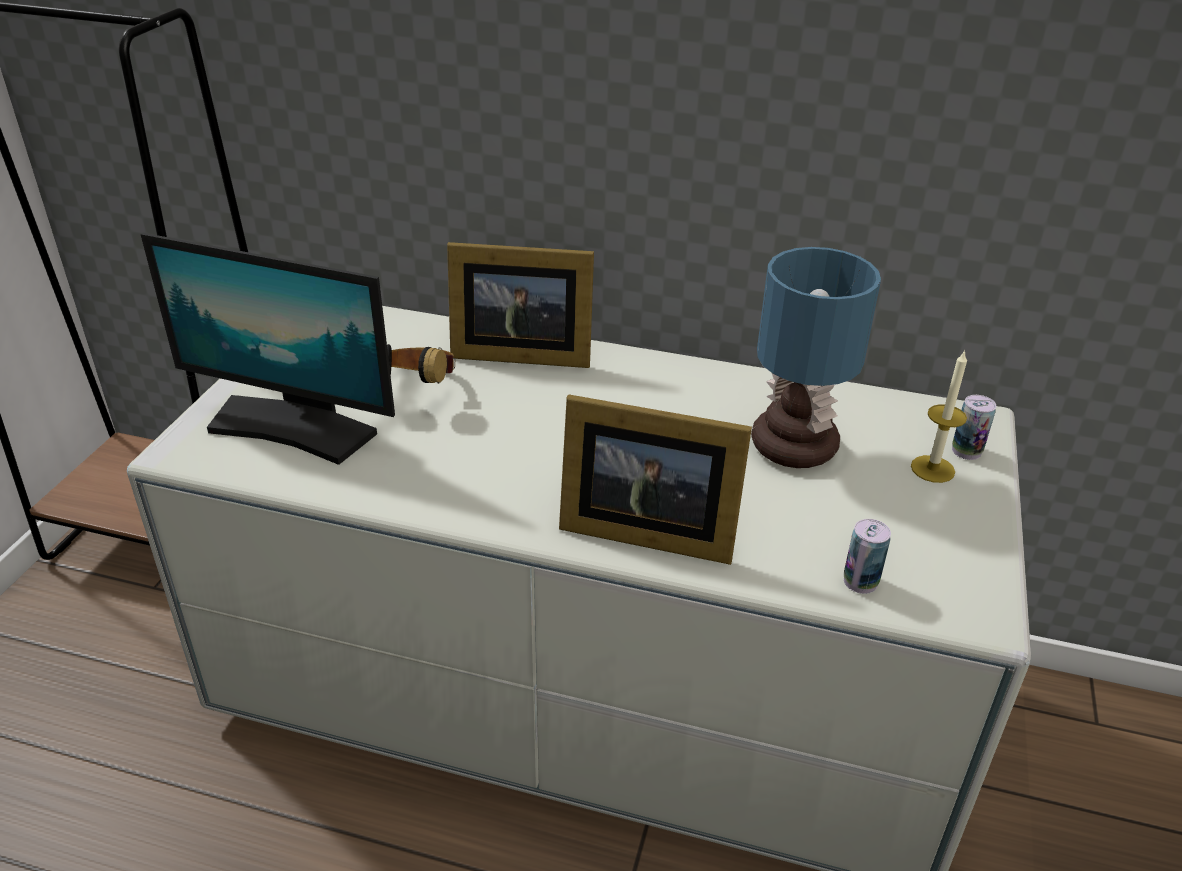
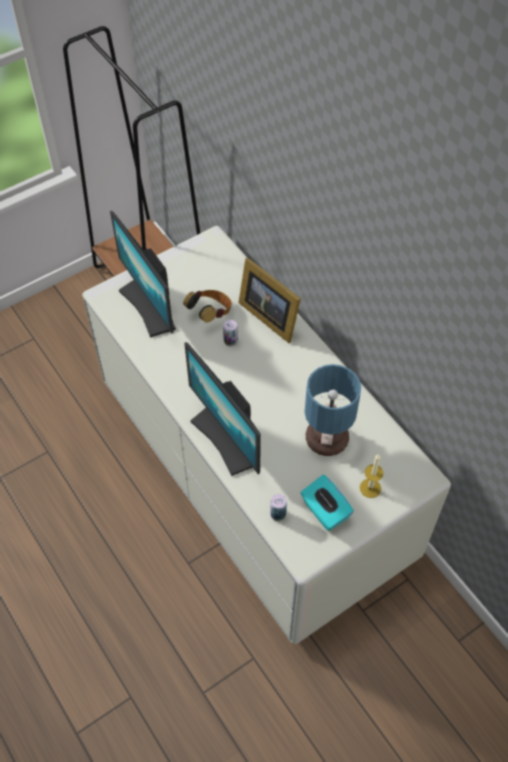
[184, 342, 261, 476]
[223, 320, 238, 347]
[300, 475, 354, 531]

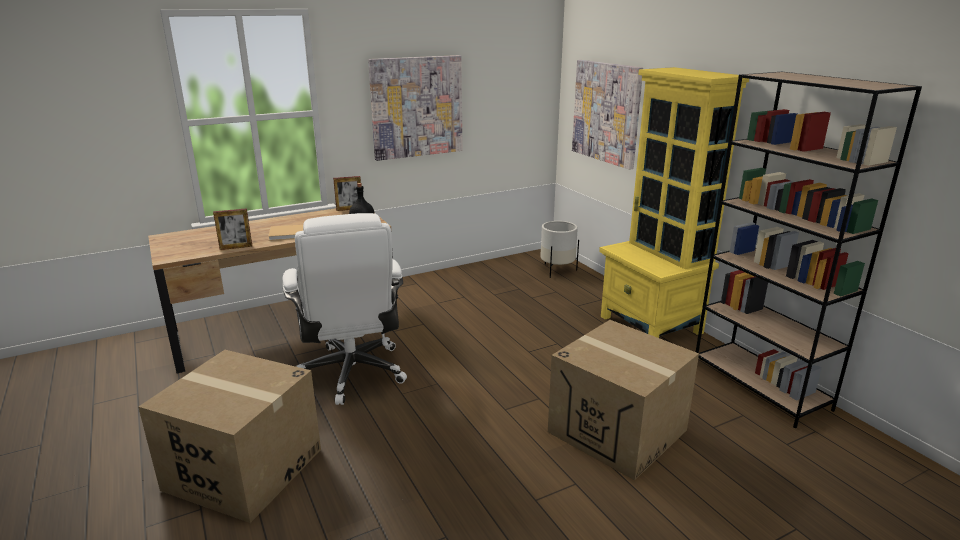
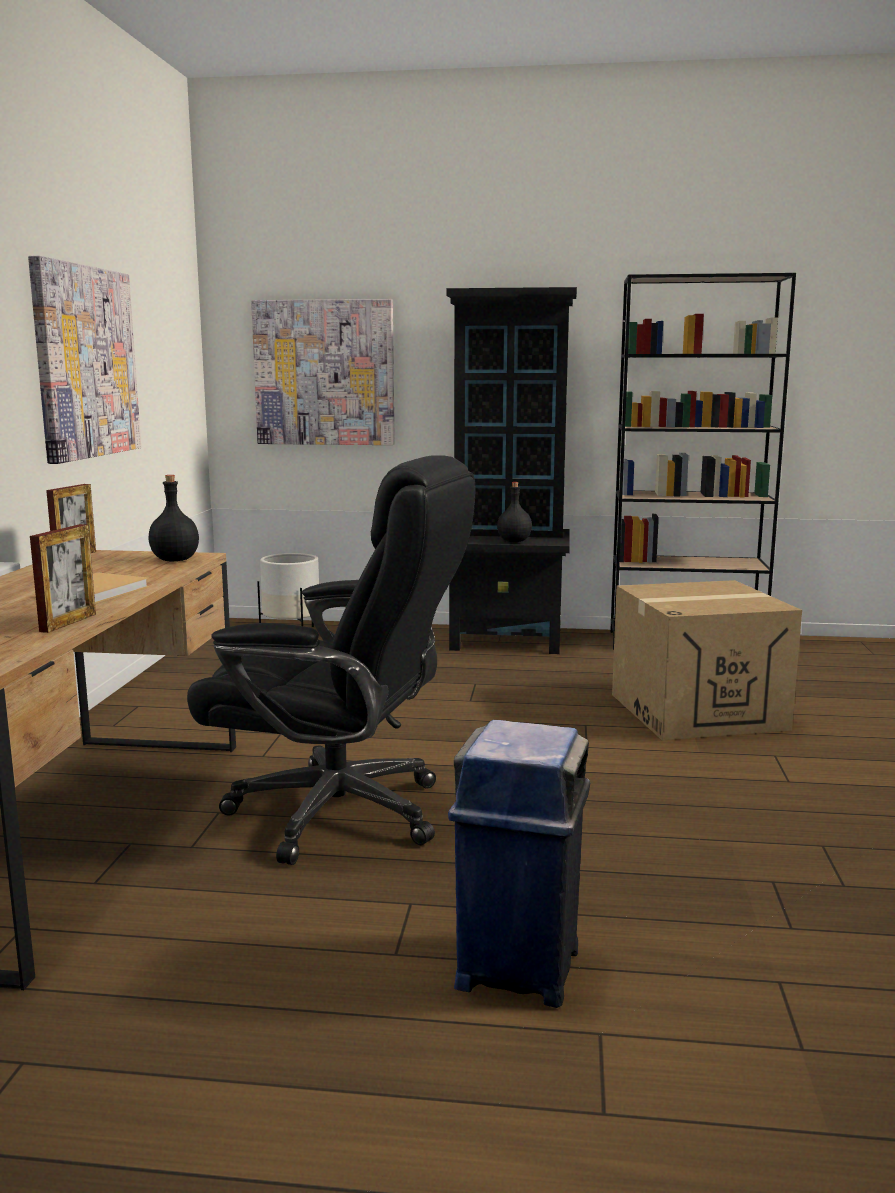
[447, 287, 577, 654]
[187, 455, 475, 865]
[448, 720, 590, 1008]
[497, 482, 532, 542]

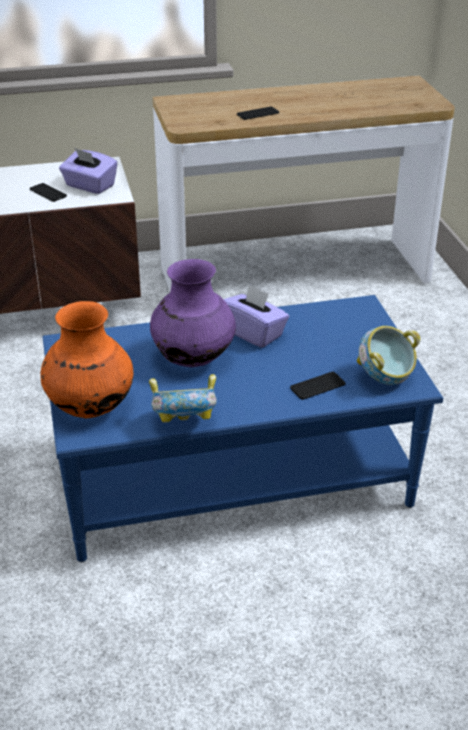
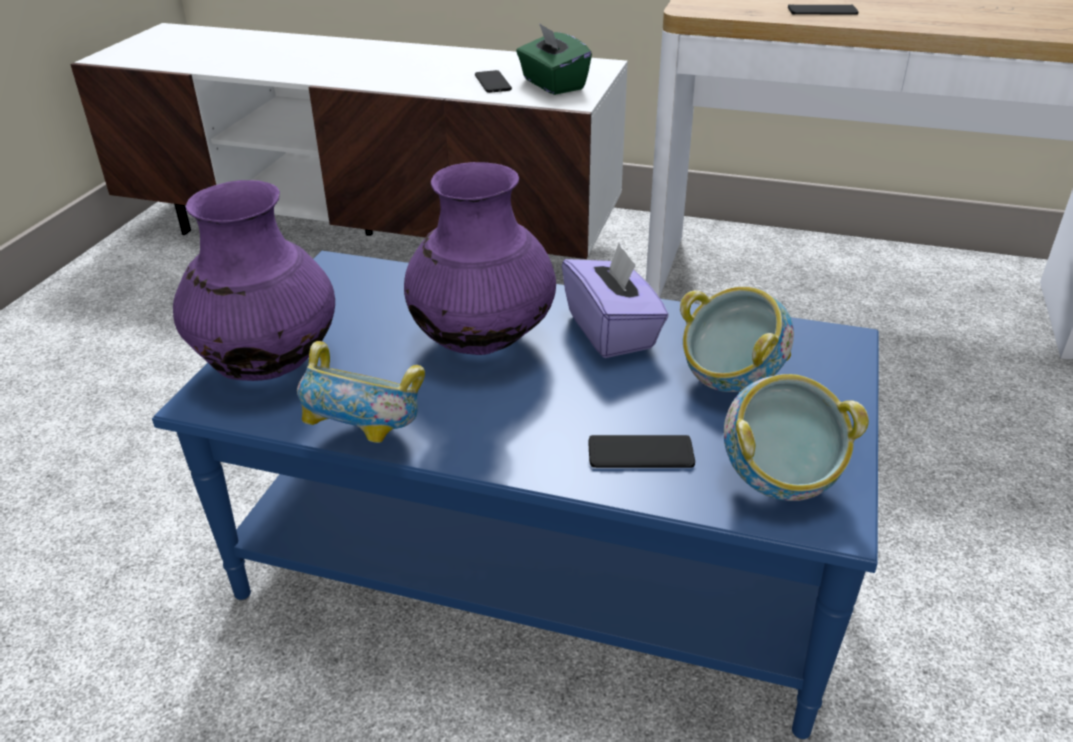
[516, 23, 592, 95]
[173, 180, 335, 381]
[680, 287, 794, 392]

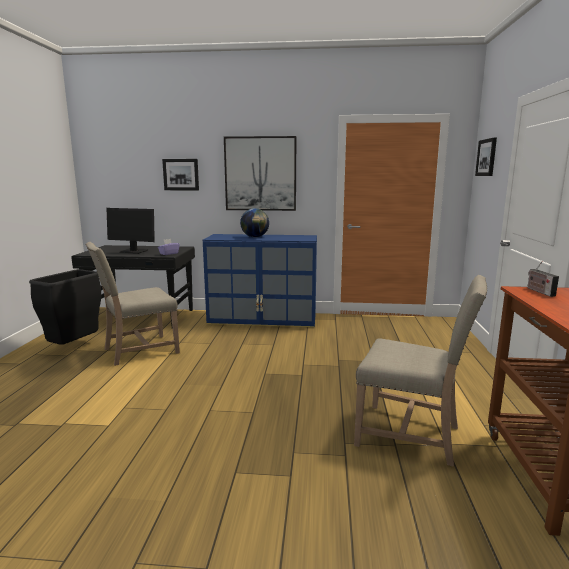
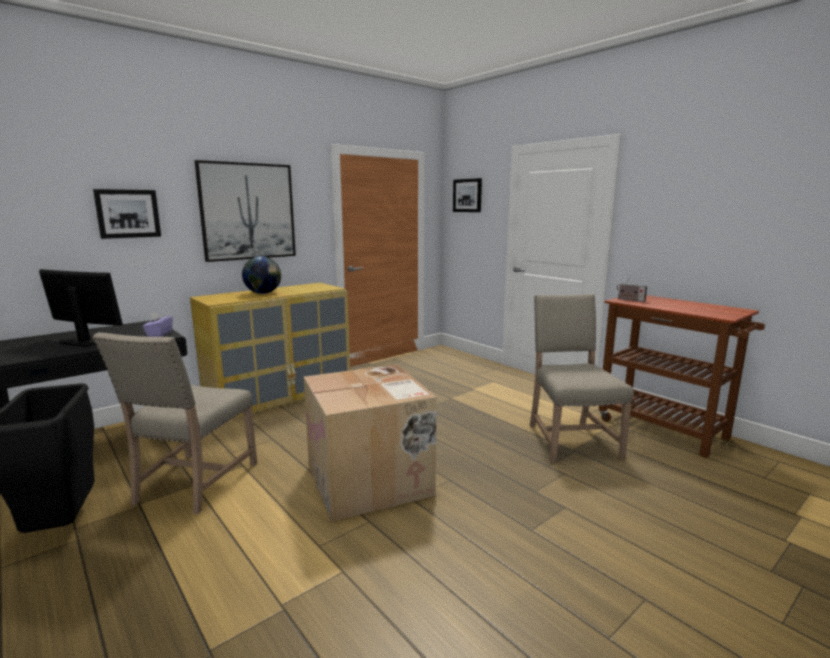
[39, 269, 123, 347]
[190, 283, 350, 419]
[530, 294, 634, 463]
[304, 364, 437, 522]

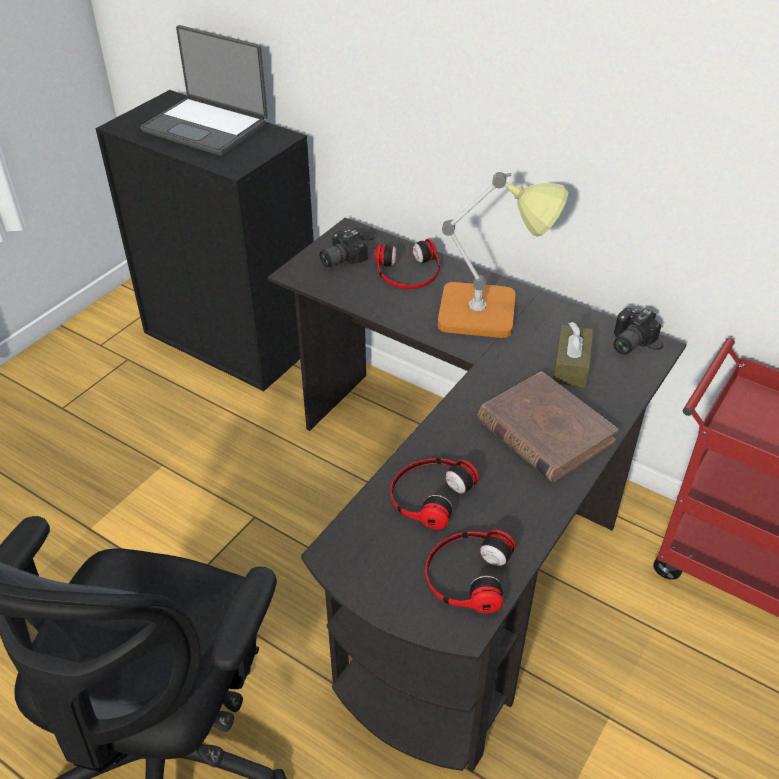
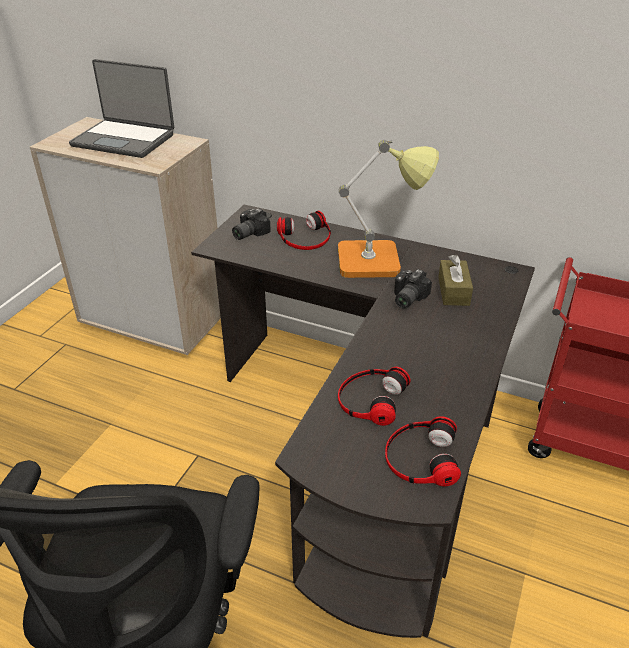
[30, 117, 221, 355]
[394, 269, 432, 309]
[478, 371, 619, 482] (first image)

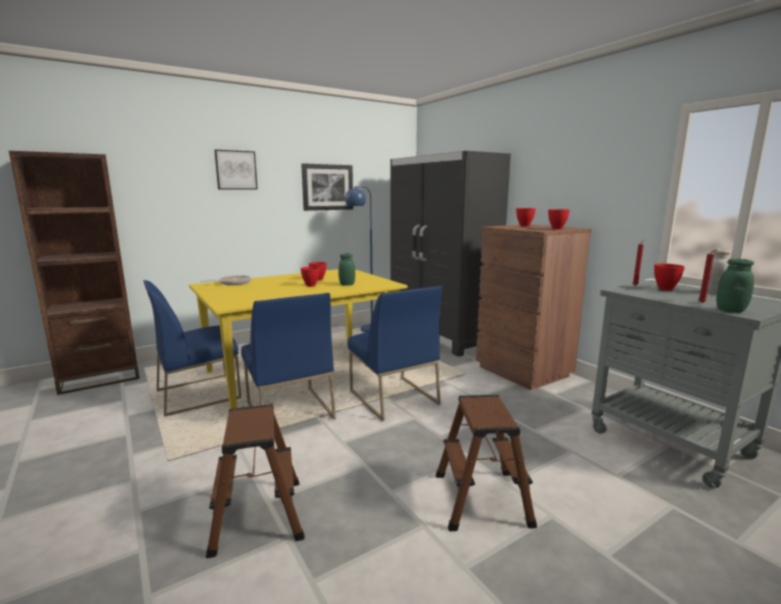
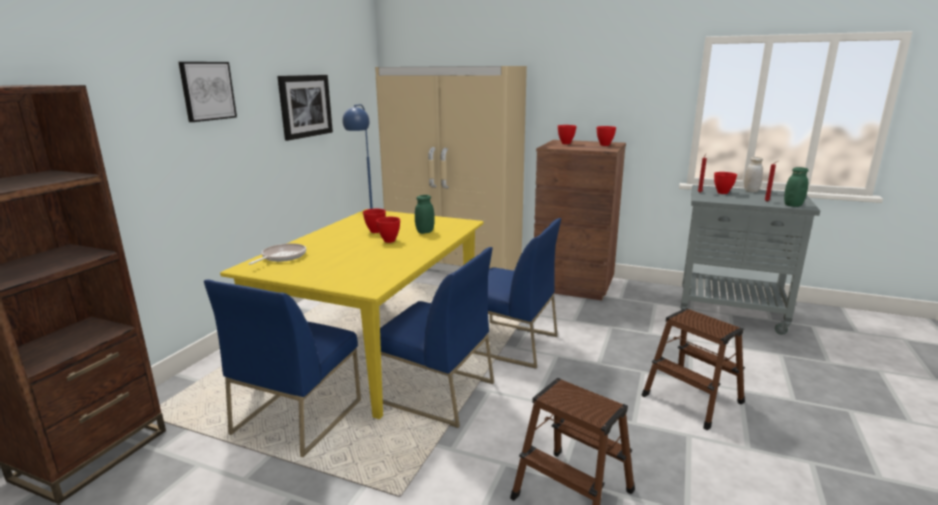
[375, 66, 527, 273]

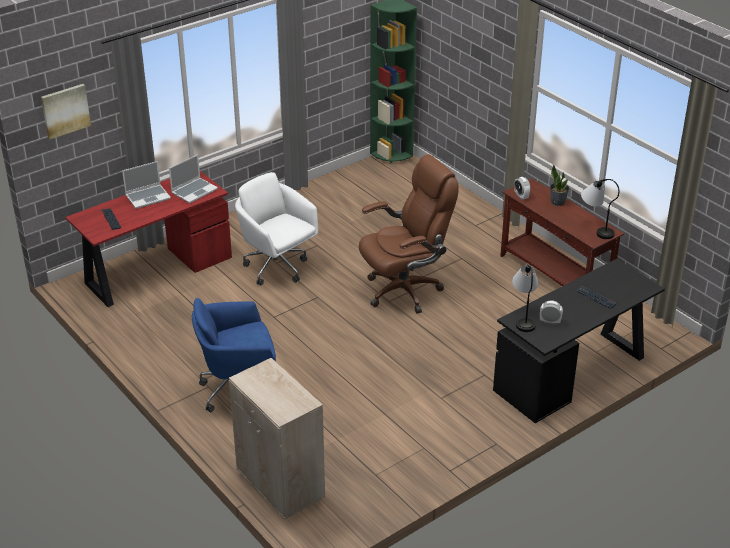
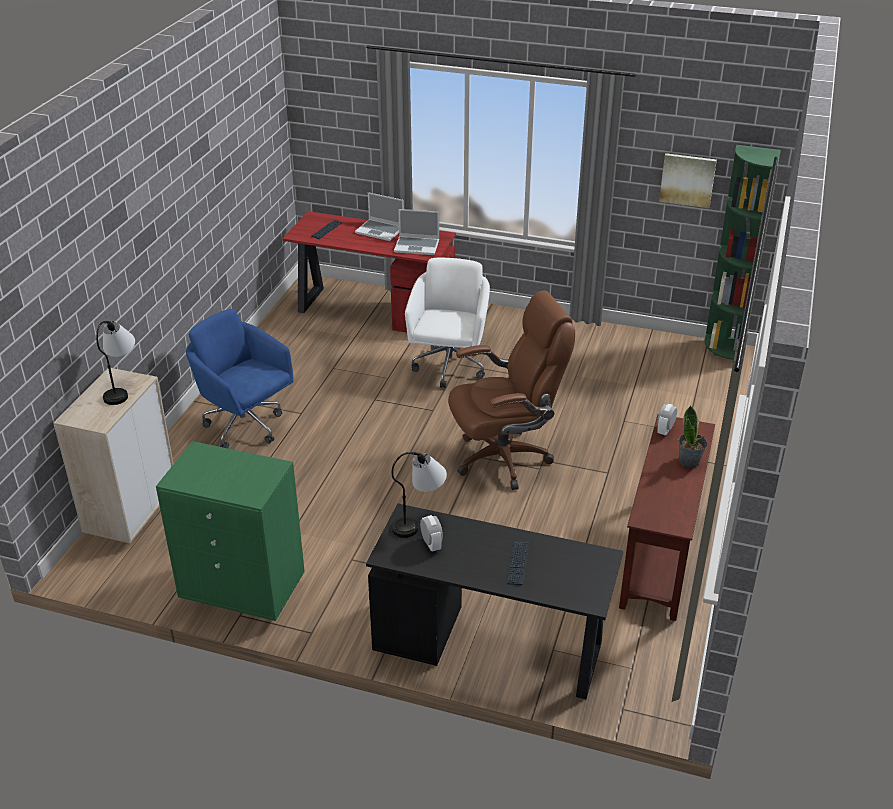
[659, 153, 717, 208]
[448, 291, 575, 490]
[96, 321, 135, 405]
[156, 441, 305, 621]

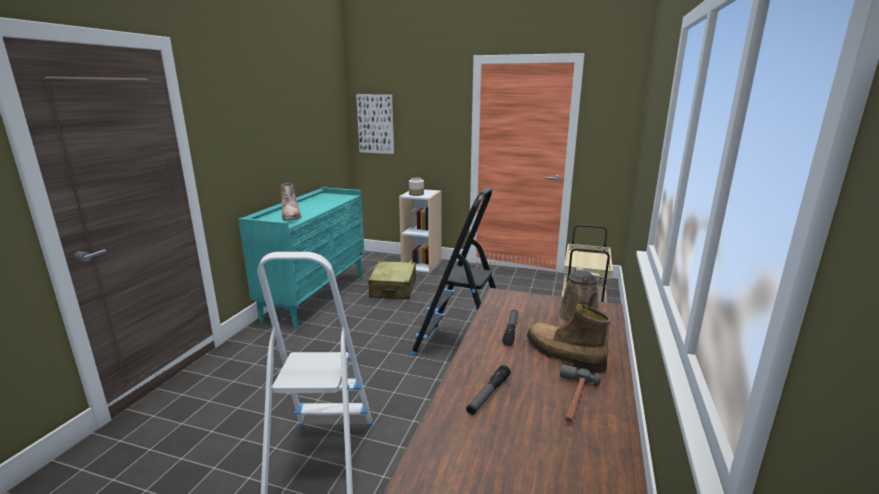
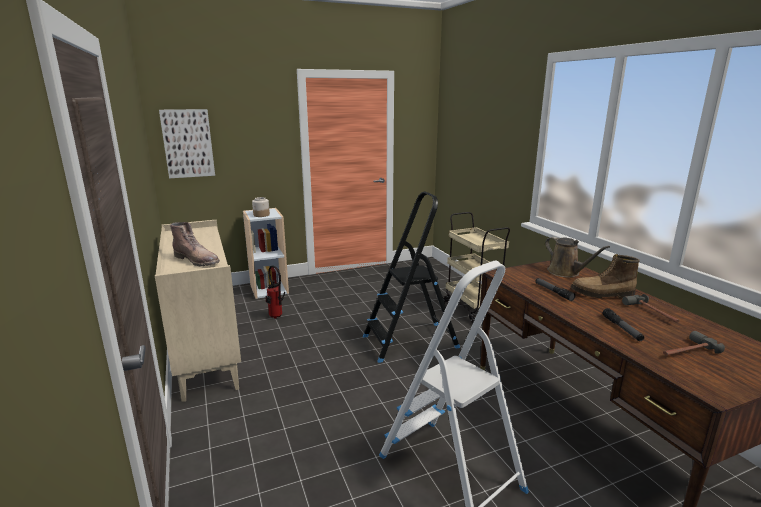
[155, 220, 241, 402]
[265, 265, 285, 319]
[663, 331, 725, 356]

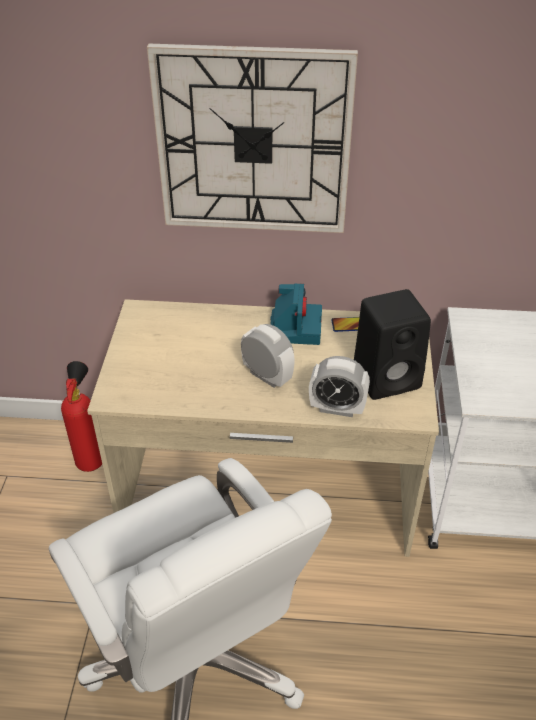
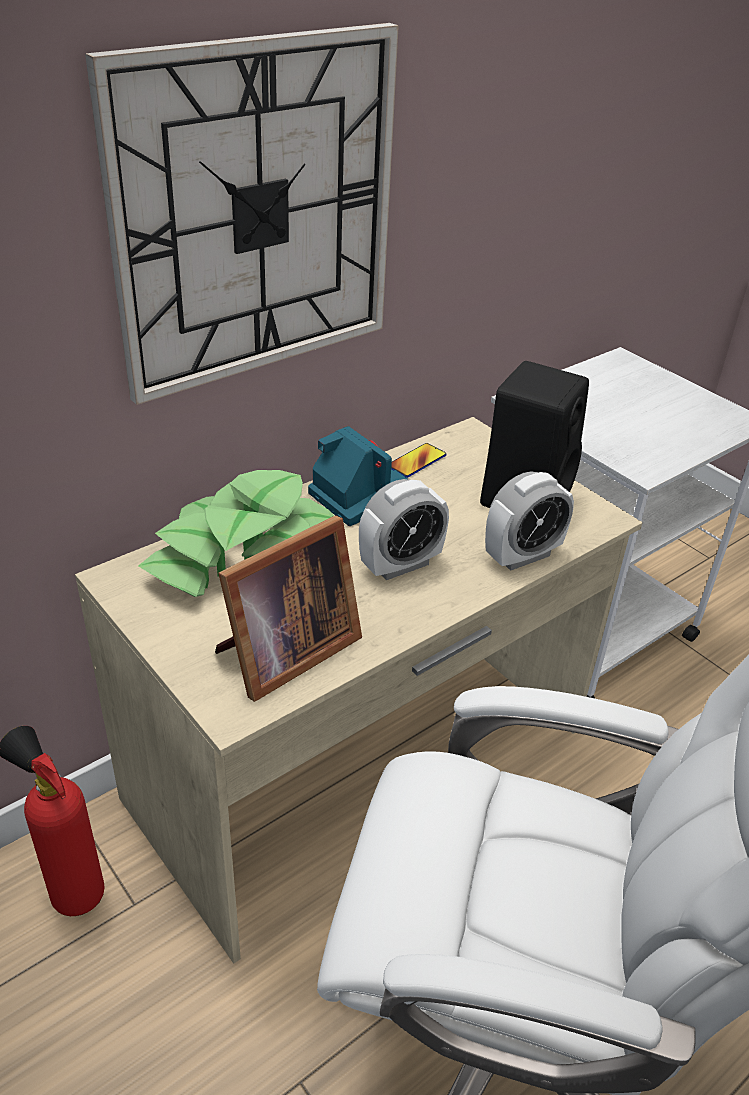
[359, 479, 449, 580]
[138, 470, 335, 597]
[215, 515, 362, 702]

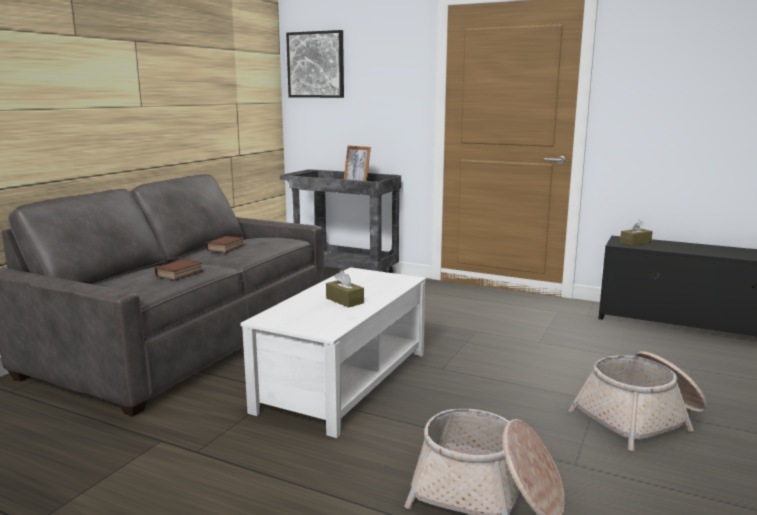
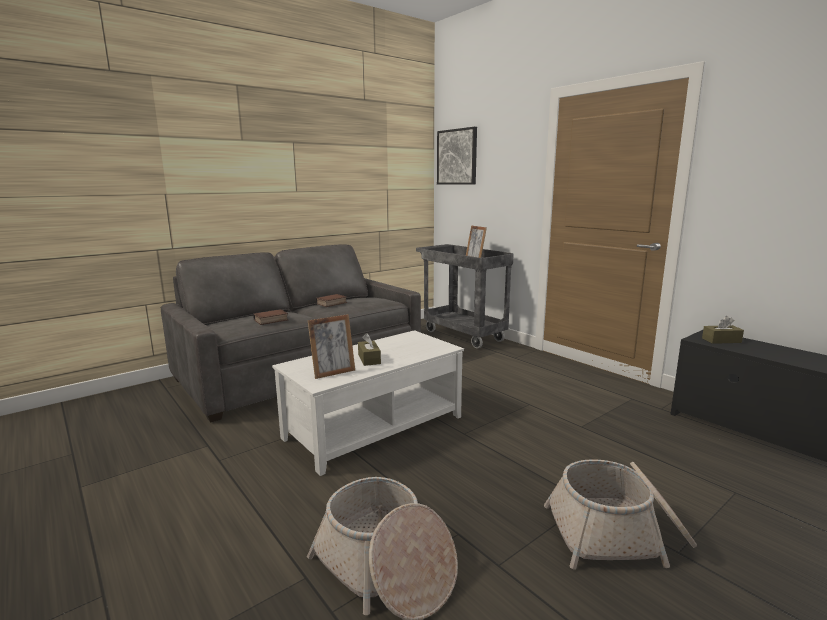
[308, 314, 355, 379]

